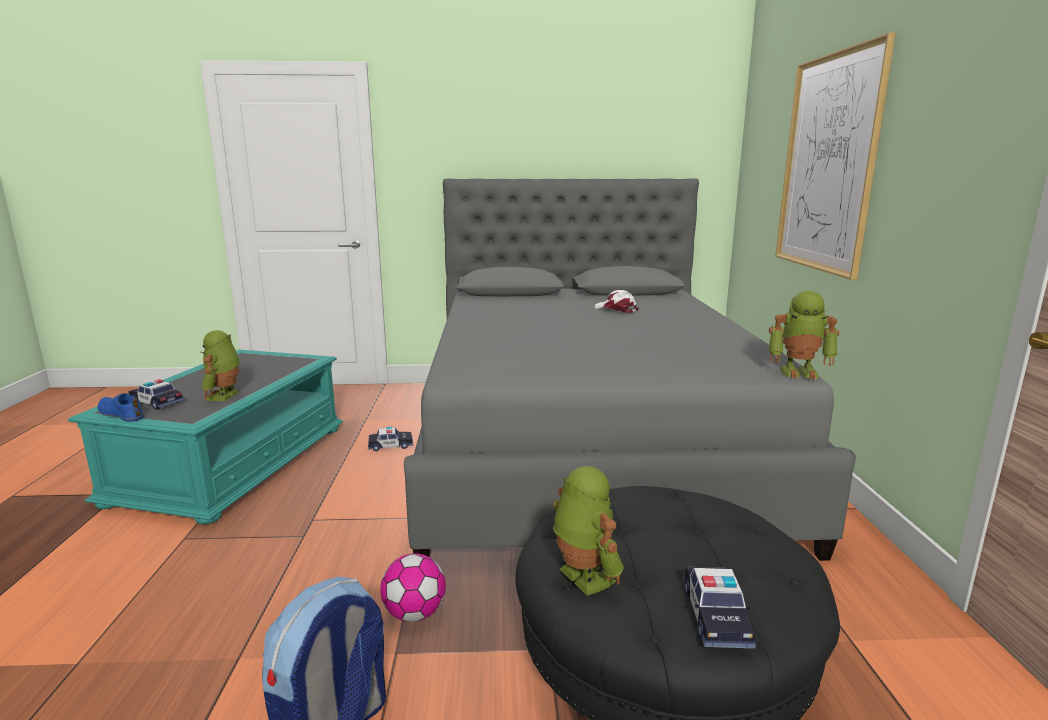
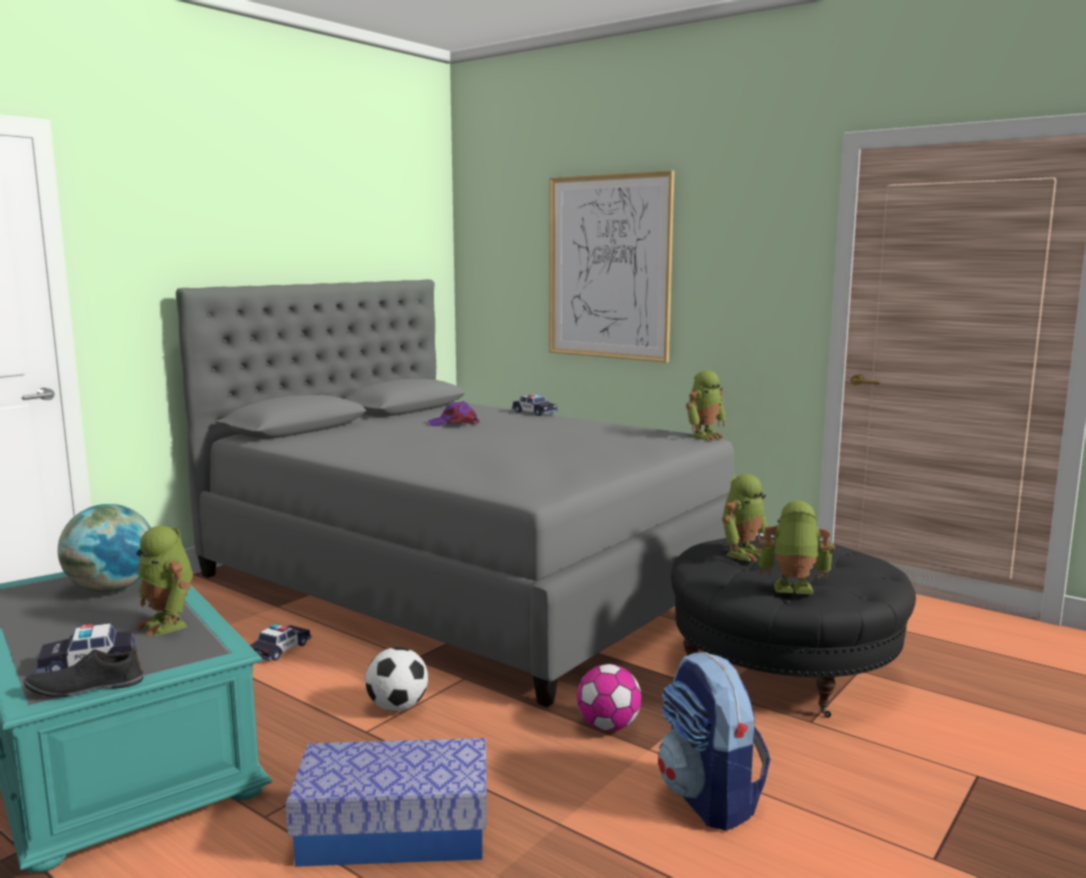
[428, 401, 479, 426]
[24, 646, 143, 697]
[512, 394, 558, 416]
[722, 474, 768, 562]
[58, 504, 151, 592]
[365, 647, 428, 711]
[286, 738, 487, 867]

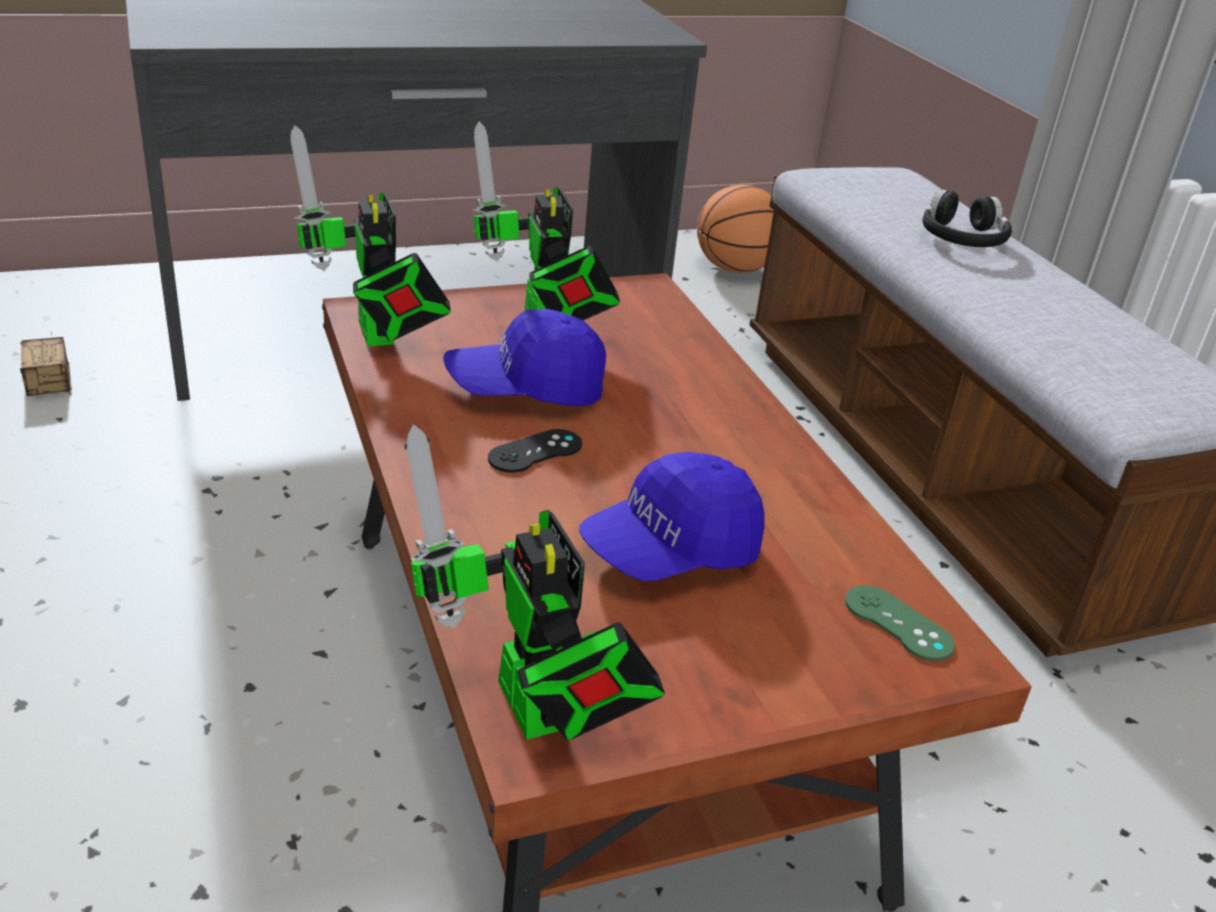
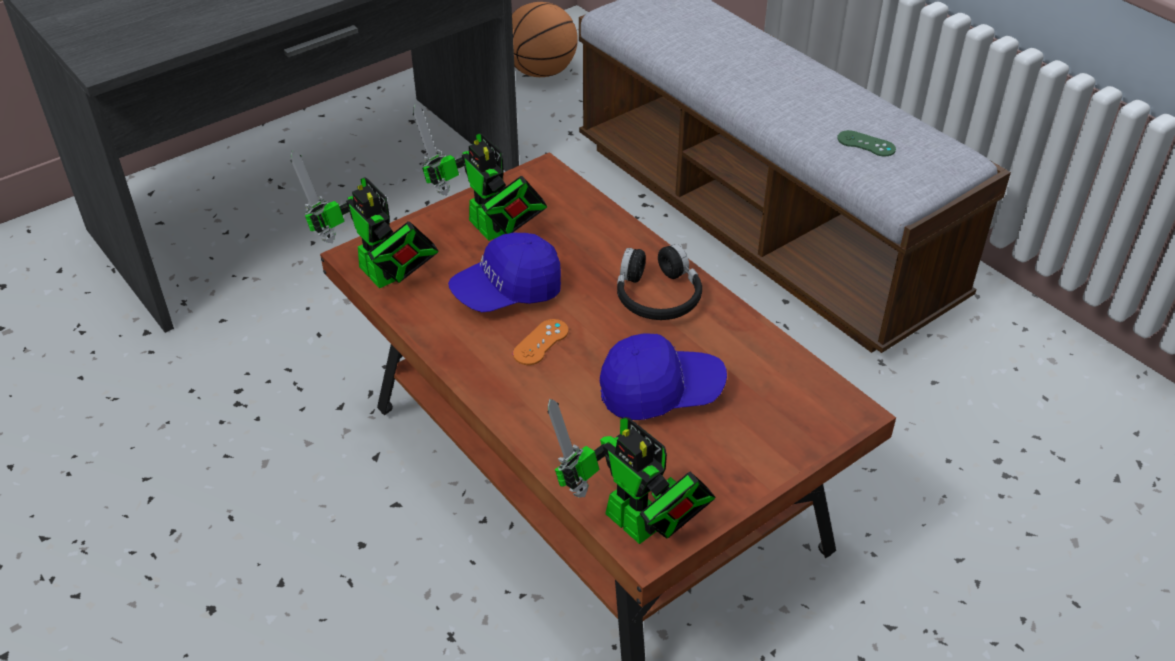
[617, 244, 702, 320]
[19, 333, 72, 396] (first image)
[513, 319, 569, 365]
[600, 333, 727, 420]
[837, 130, 896, 156]

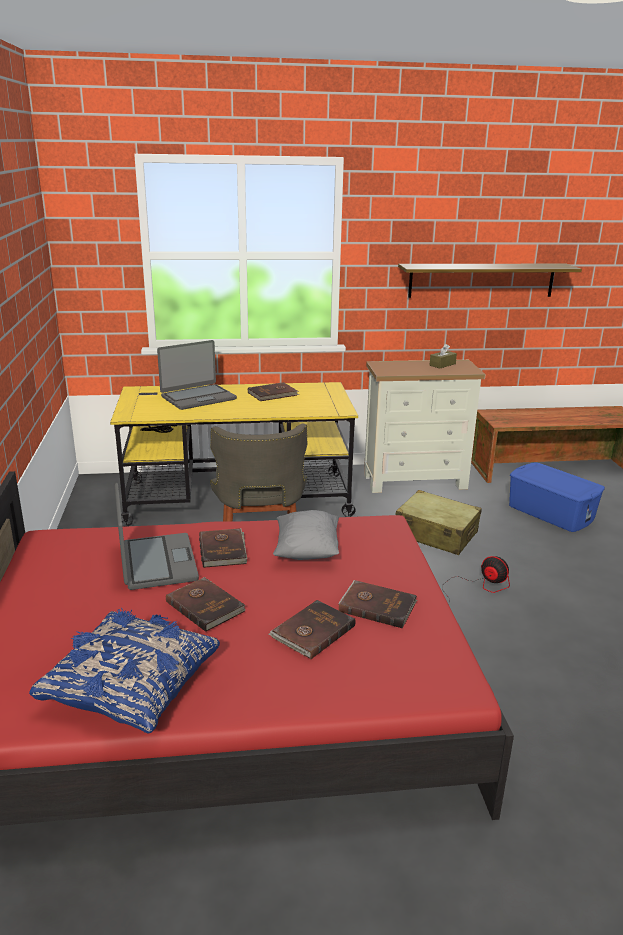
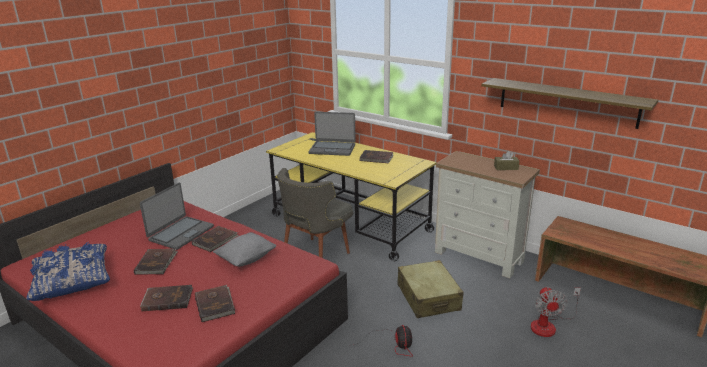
[531, 287, 581, 337]

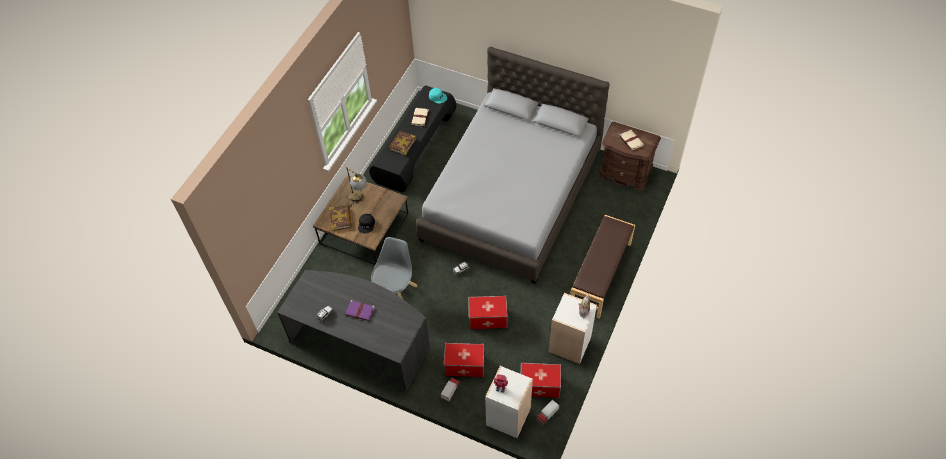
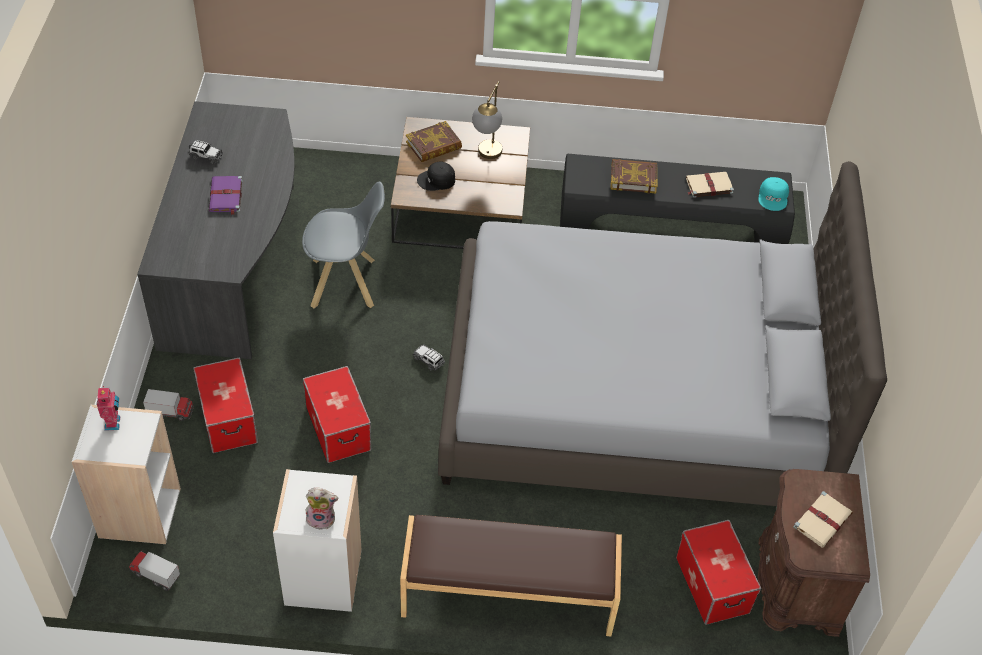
[676, 520, 761, 625]

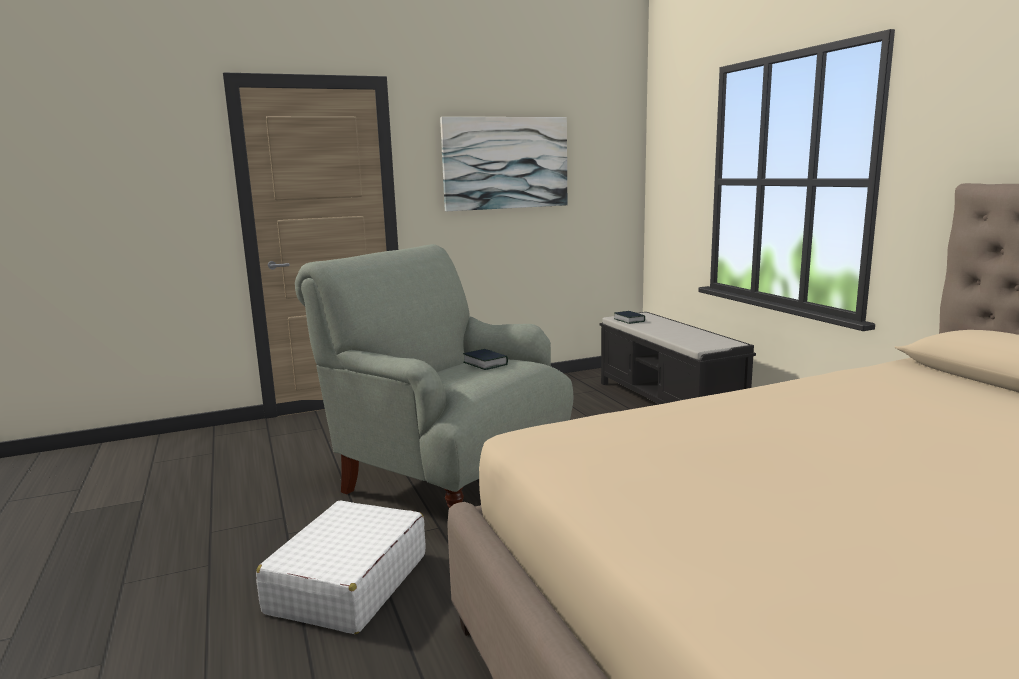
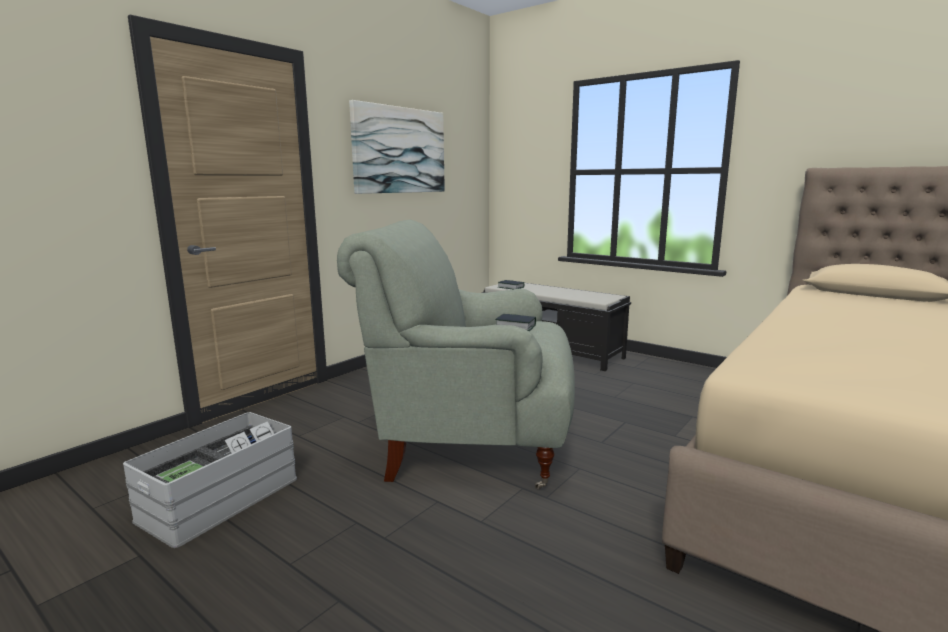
[256, 501, 426, 634] (first image)
[123, 412, 297, 548]

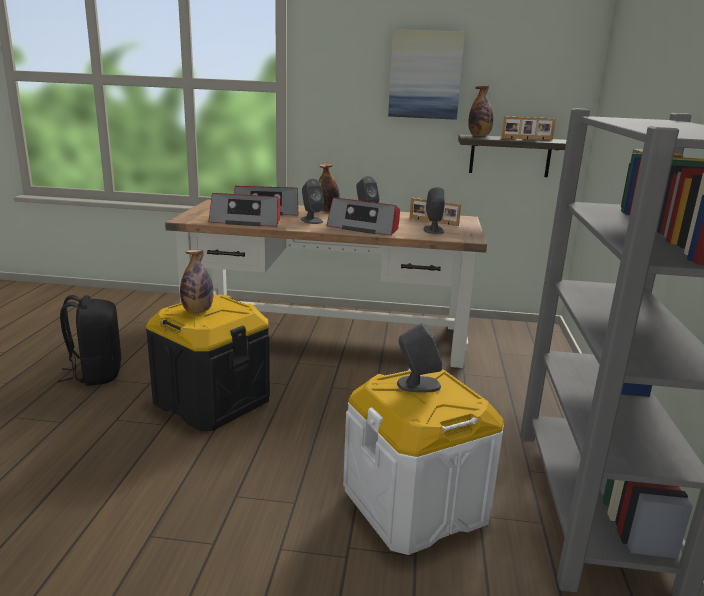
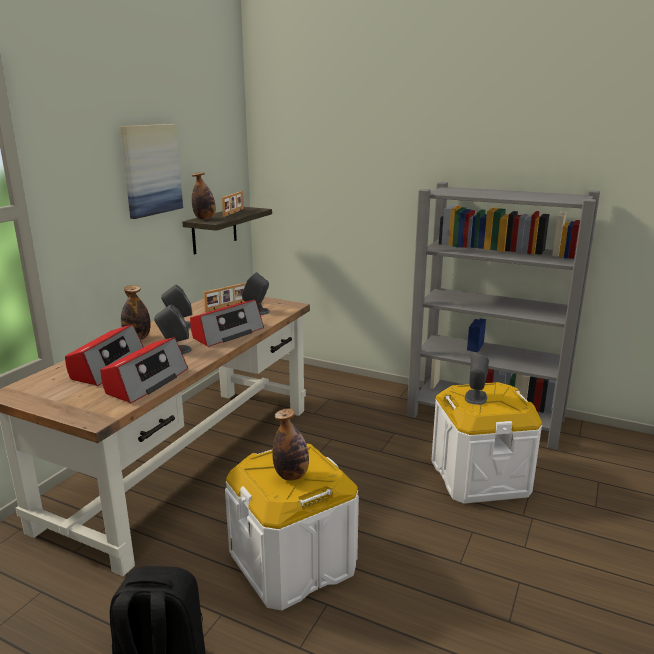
[225, 443, 359, 610]

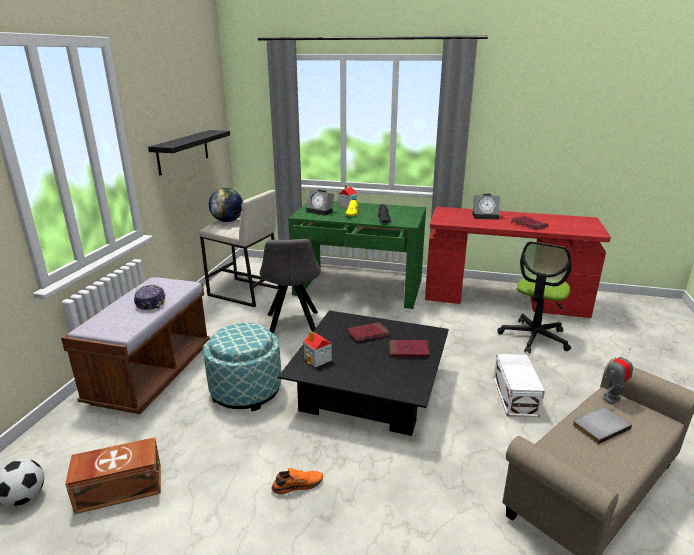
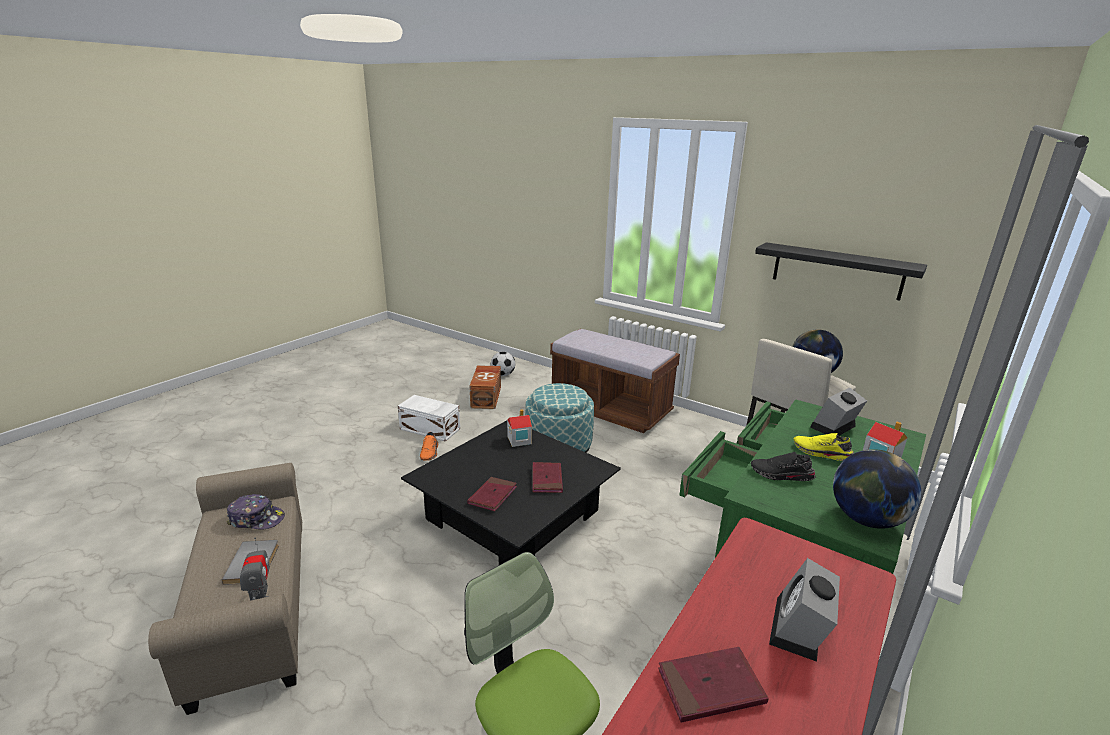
[260, 239, 321, 334] (first image)
[227, 494, 285, 530]
[398, 395, 460, 442]
[833, 449, 921, 529]

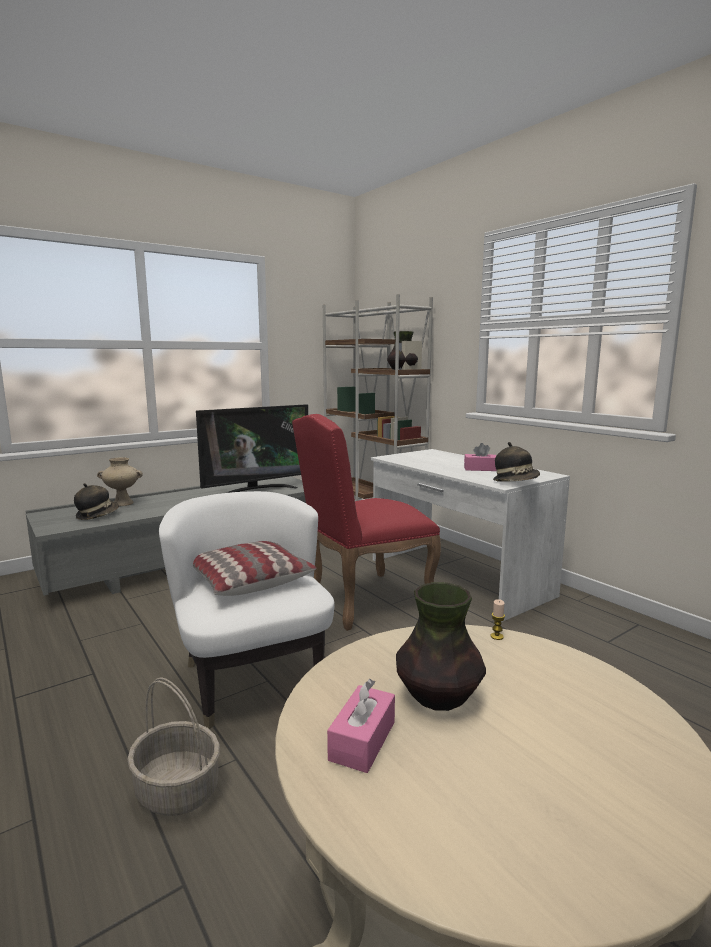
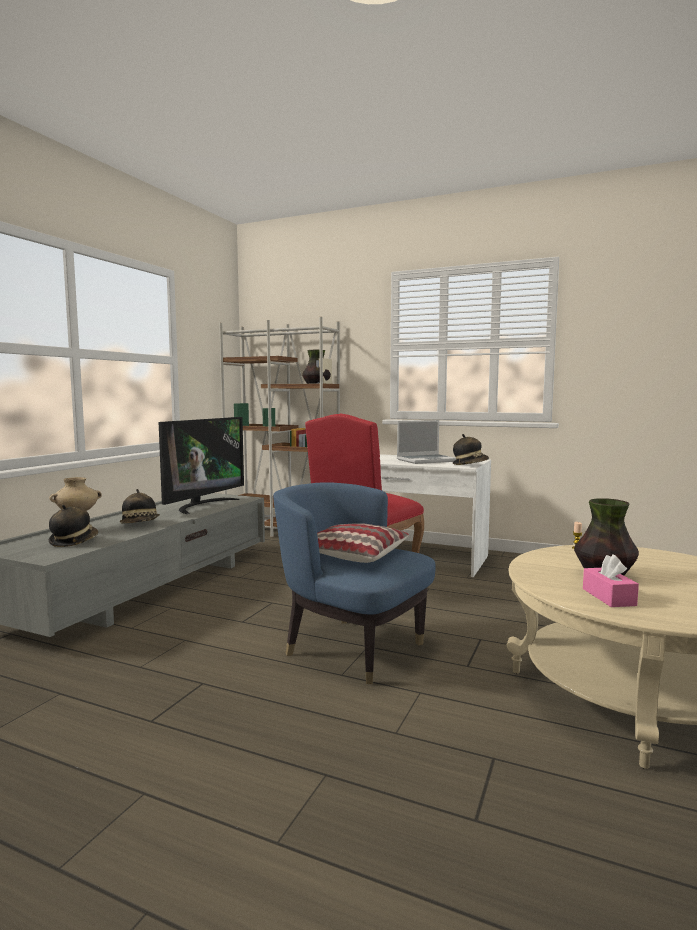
[397, 420, 456, 464]
[273, 482, 436, 684]
[127, 677, 220, 816] (first image)
[119, 489, 160, 524]

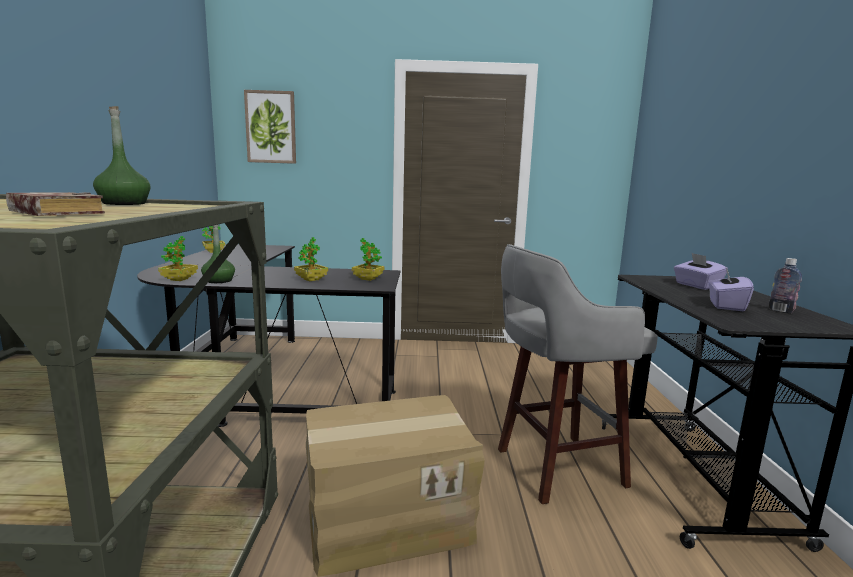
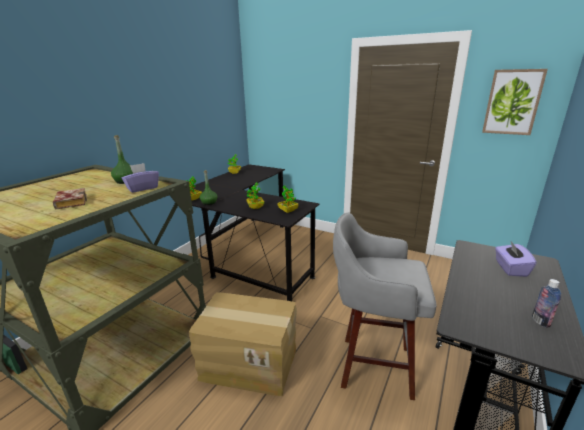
[482, 69, 548, 135]
[122, 163, 159, 193]

